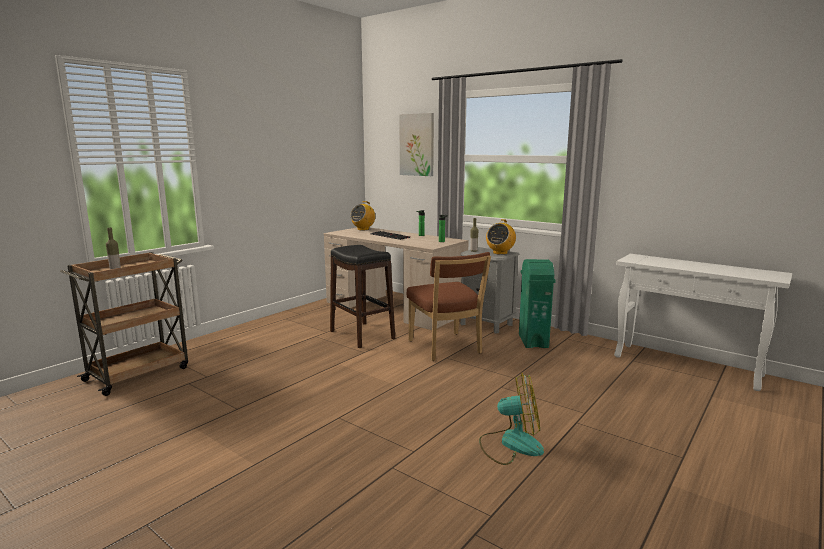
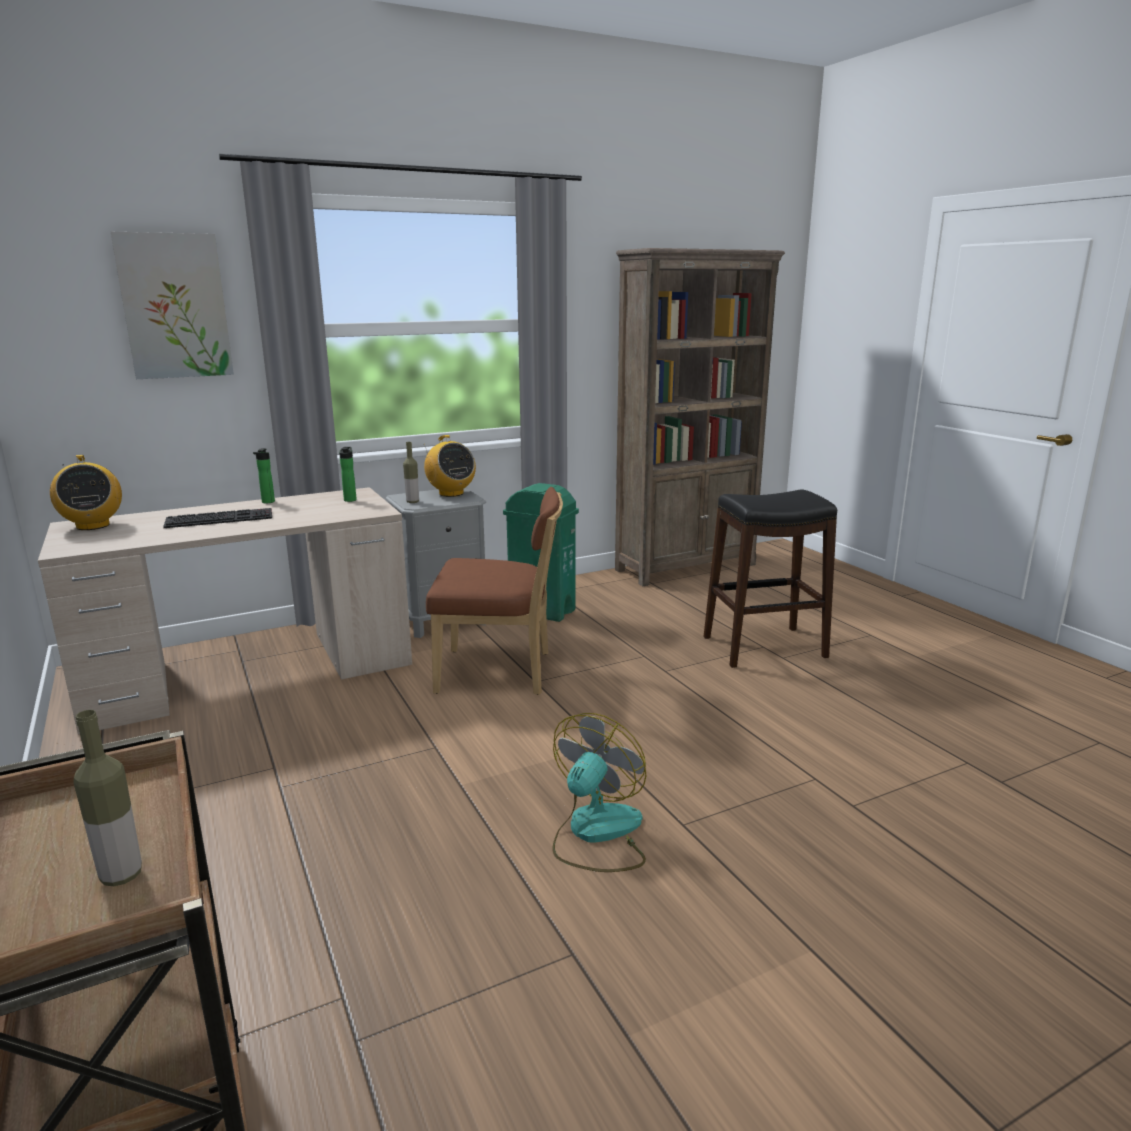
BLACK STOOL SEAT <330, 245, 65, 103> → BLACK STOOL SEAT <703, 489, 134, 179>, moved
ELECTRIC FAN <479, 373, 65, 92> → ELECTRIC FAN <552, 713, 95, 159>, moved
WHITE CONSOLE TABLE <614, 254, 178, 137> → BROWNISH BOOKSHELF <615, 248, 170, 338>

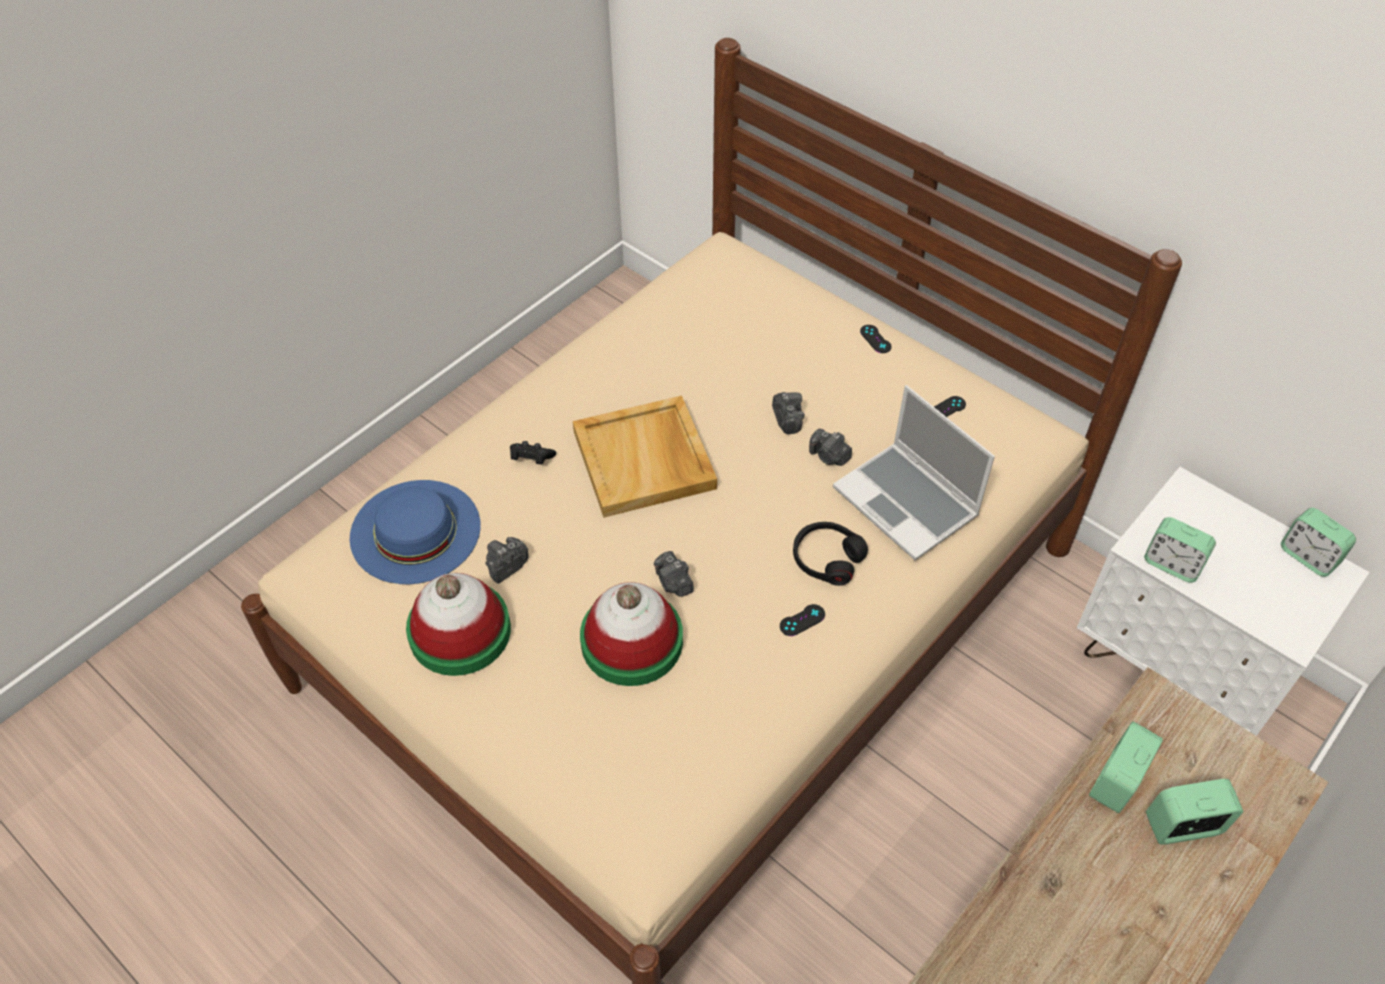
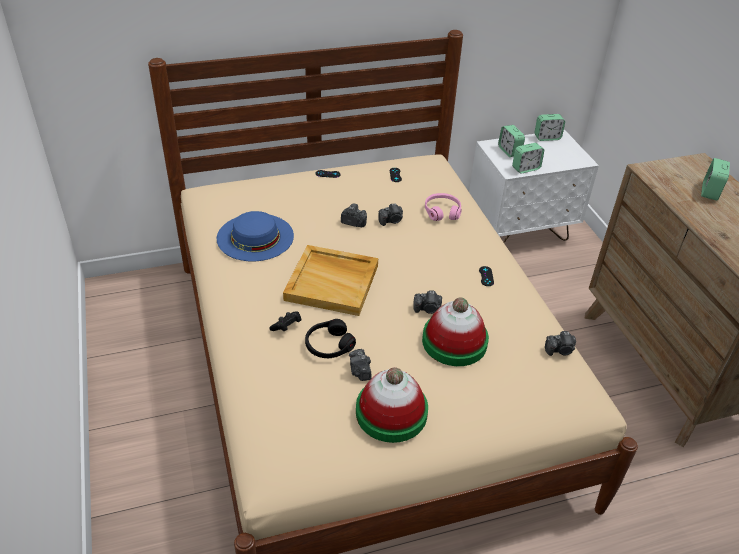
BLUE CLOTHING HAT <350, 480, 131, 105> → BLUE CLOTHING HAT <217, 211, 77, 50>, moved
BLACK PAIR OF HEADPHONES <793, 522, 75, 64> → BLACK PAIR OF HEADPHONES <305, 319, 51, 39>, moved
LAPTOP <833, 385, 162, 175> → PINK PAIR OF HEADPHONES <425, 193, 37, 28>
ALARM CLOCK <1089, 721, 74, 92> → ALARM CLOCK <498, 125, 27, 32>, moved
- → PHOTO CAMERA <545, 331, 31, 25>

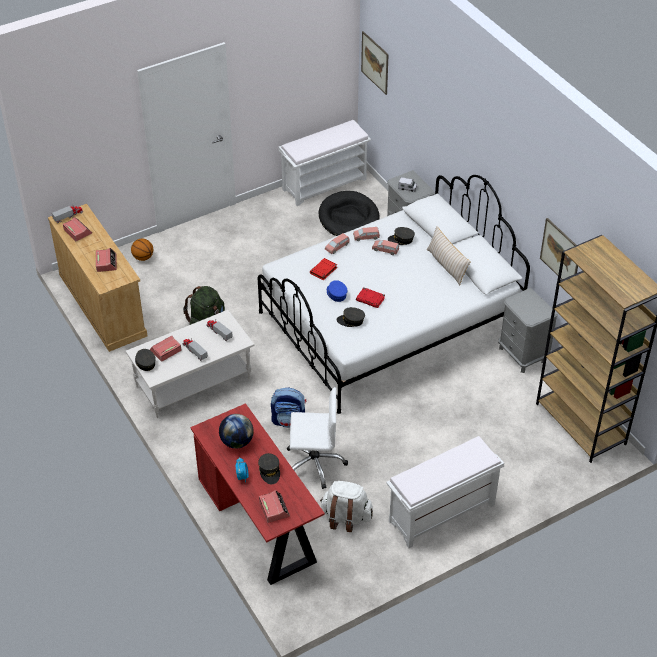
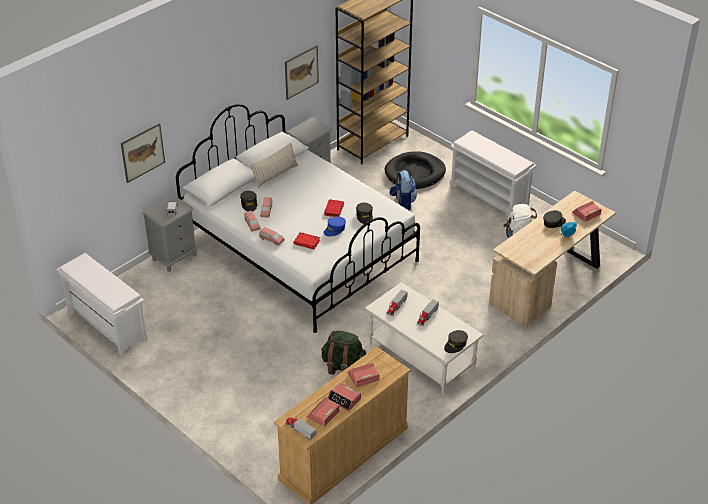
BASKETBALL <131, 239, 22, 22> → -
ALARM CLOCK <150, 336, 31, 26> → ALARM CLOCK <328, 382, 33, 29>, moved
RED DESK <190, 403, 135, 182> → BEIGE DESK <489, 190, 127, 137>
DESK GLOBE <219, 414, 35, 34> → -
KNAPSACK <271, 388, 35, 40> → KNAPSACK <389, 170, 28, 40>, moved
WHITE DESK CHAIR <287, 387, 61, 102> → -
BLACK DOG BED <319, 191, 61, 45> → BLACK DOG BED <385, 151, 61, 38>, moved
WALL ART <361, 31, 28, 64> → WALL ART <121, 123, 44, 60>, moved

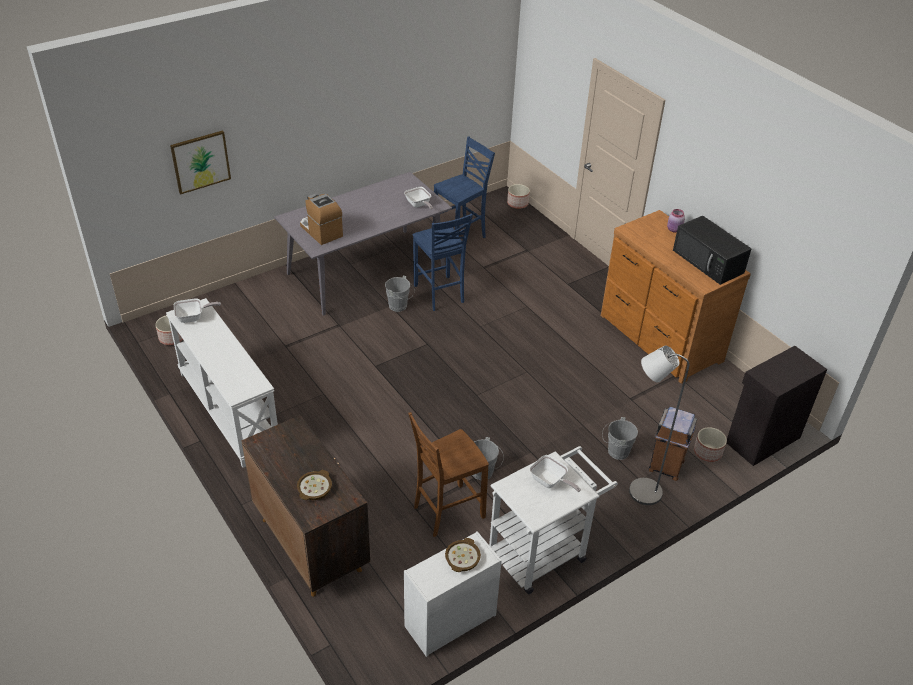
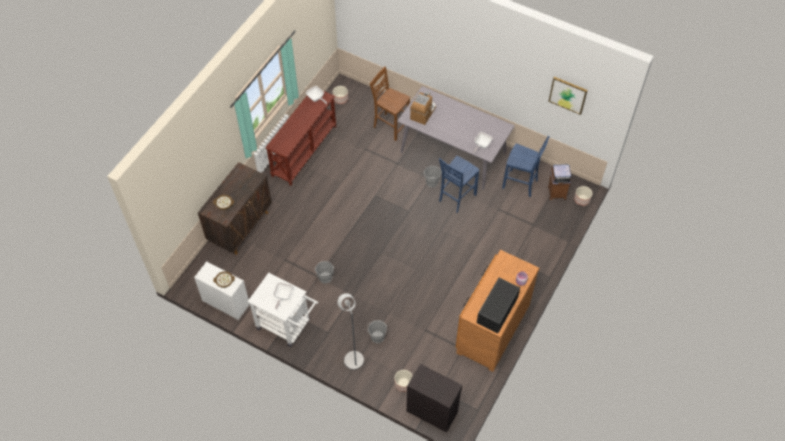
WHITE CONSOLE TABLE <166, 298, 112, 170> → BROWNISH CONSOLE TABLE <266, 90, 71, 96>
WALL ART <170, 130, 61, 64> → WALL ART <548, 77, 40, 38>, moved
BROWNISH UPRIGHT CHAIR <408, 412, 81, 125> → BROWNISH UPRIGHT CHAIR <370, 66, 40, 75>, moved
BROWNISH TRASH CAN <649, 407, 48, 74> → BROWNISH TRASH CAN <548, 164, 23, 36>, moved

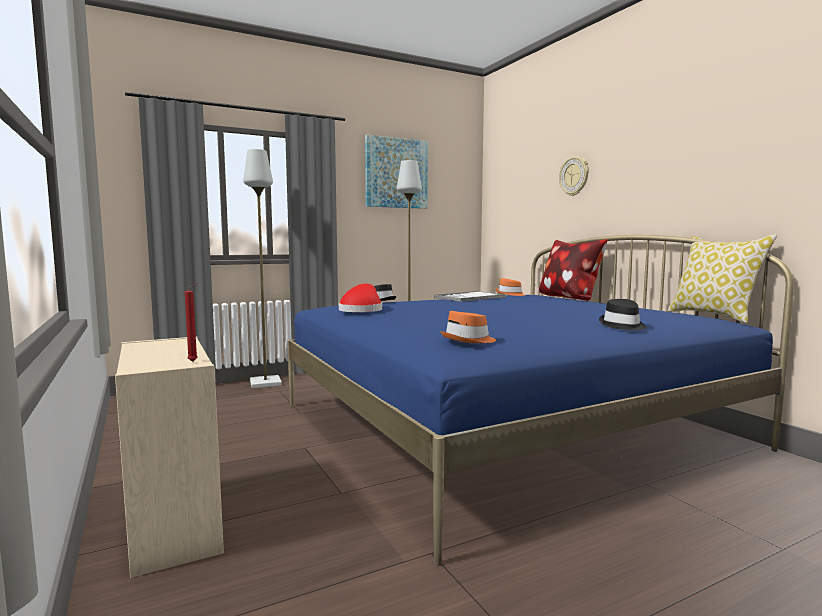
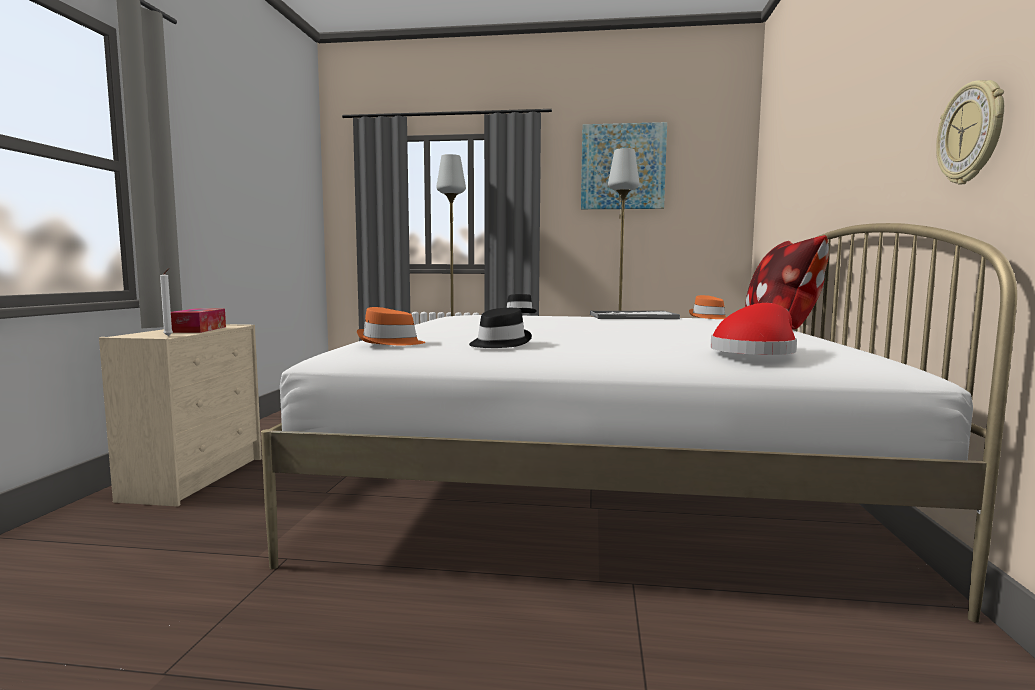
RED WAX CANDLE <185, 283, 13, 79> → WHITE WAX CANDLE <160, 268, 13, 68>
BLUE BED <287, 235, 507, 331> → WHITE BED <261, 223, 756, 399>
RED CLOTHING HAT <339, 284, 43, 28> → RED CLOTHING HAT <711, 303, 86, 52>, moved
HANGING CLOCK <559, 156, 30, 40> → HANGING CLOCK <936, 80, 68, 104>, moved
BLACK CLOTHING HAT <599, 299, 48, 31> → BLACK CLOTHING HAT <469, 308, 63, 40>, moved
THROW PILLOW <667, 234, 110, 89> → -
- → TISSUE BOX <171, 309, 55, 24>

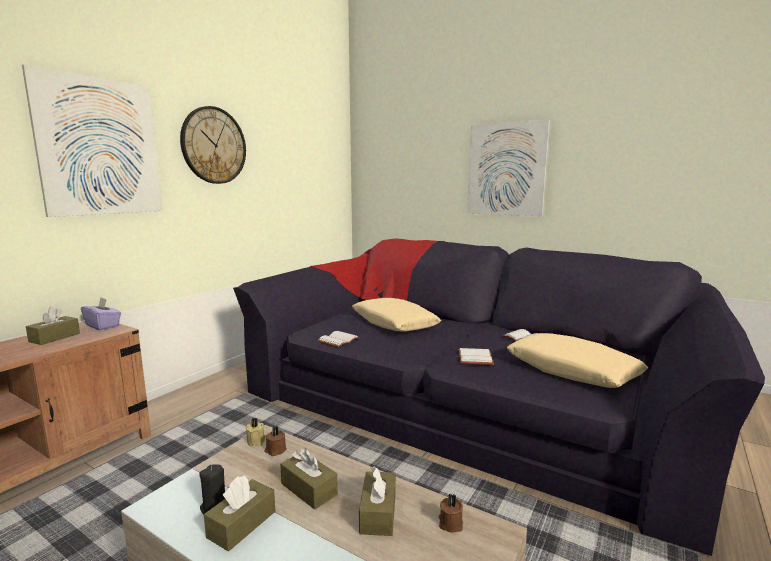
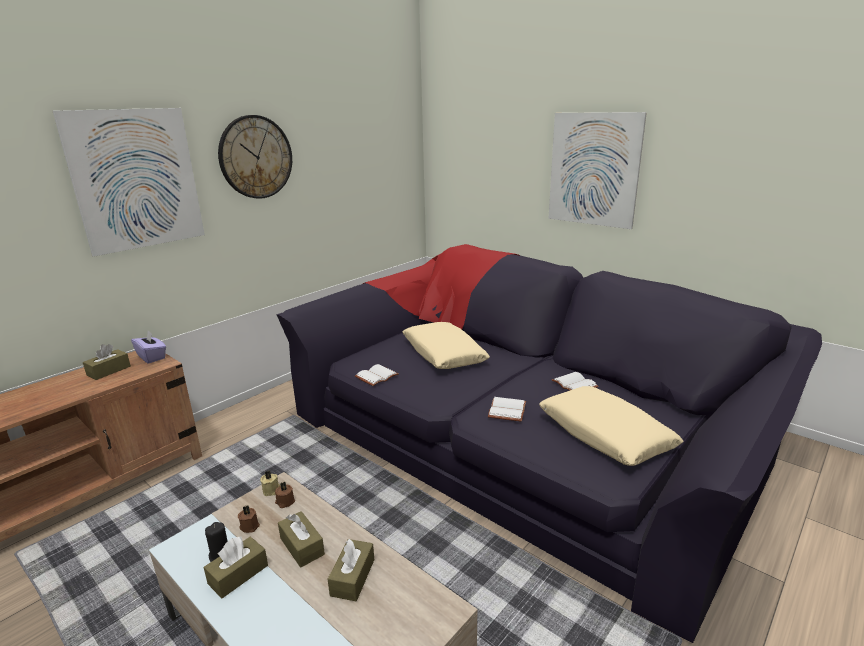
BROWNISH WAX CANDLE <439, 494, 24, 38> → BROWNISH WAX CANDLE <238, 505, 22, 28>, moved

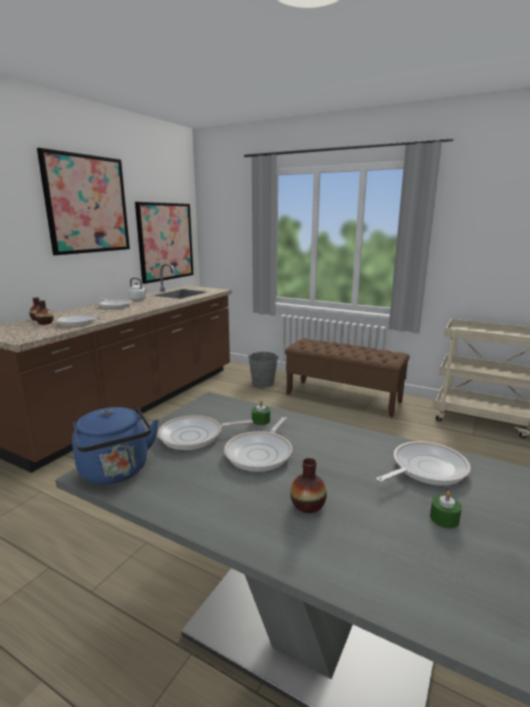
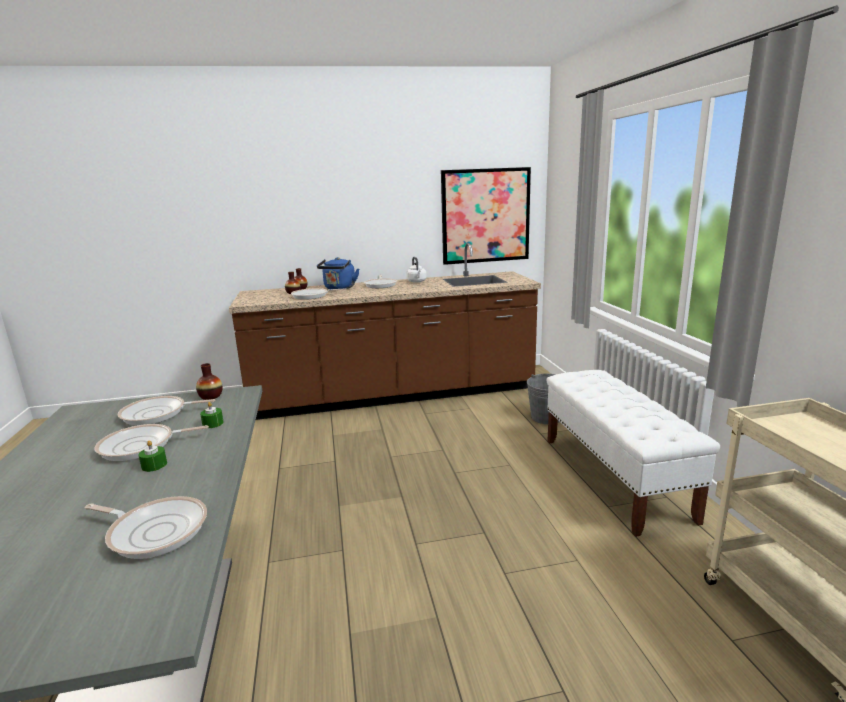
WALL ART <37, 148, 93, 107> → -
BLUE KETTLE <72, 407, 87, 77> → BLUE KETTLE <317, 257, 42, 32>, moved
PAN <157, 415, 96, 35> → PAN <118, 396, 97, 29>, 45 degrees counterclockwise
BROWNISH INDOOR BENCH <285, 339, 125, 79> → WHITE INDOOR BENCH <547, 370, 173, 167>
VASE <290, 458, 37, 55> → VASE <196, 363, 27, 37>, moved
GREEN-COLOURED WAX CANDLE <430, 491, 32, 37> → GREEN-COLOURED WAX CANDLE <138, 440, 29, 32>, moved

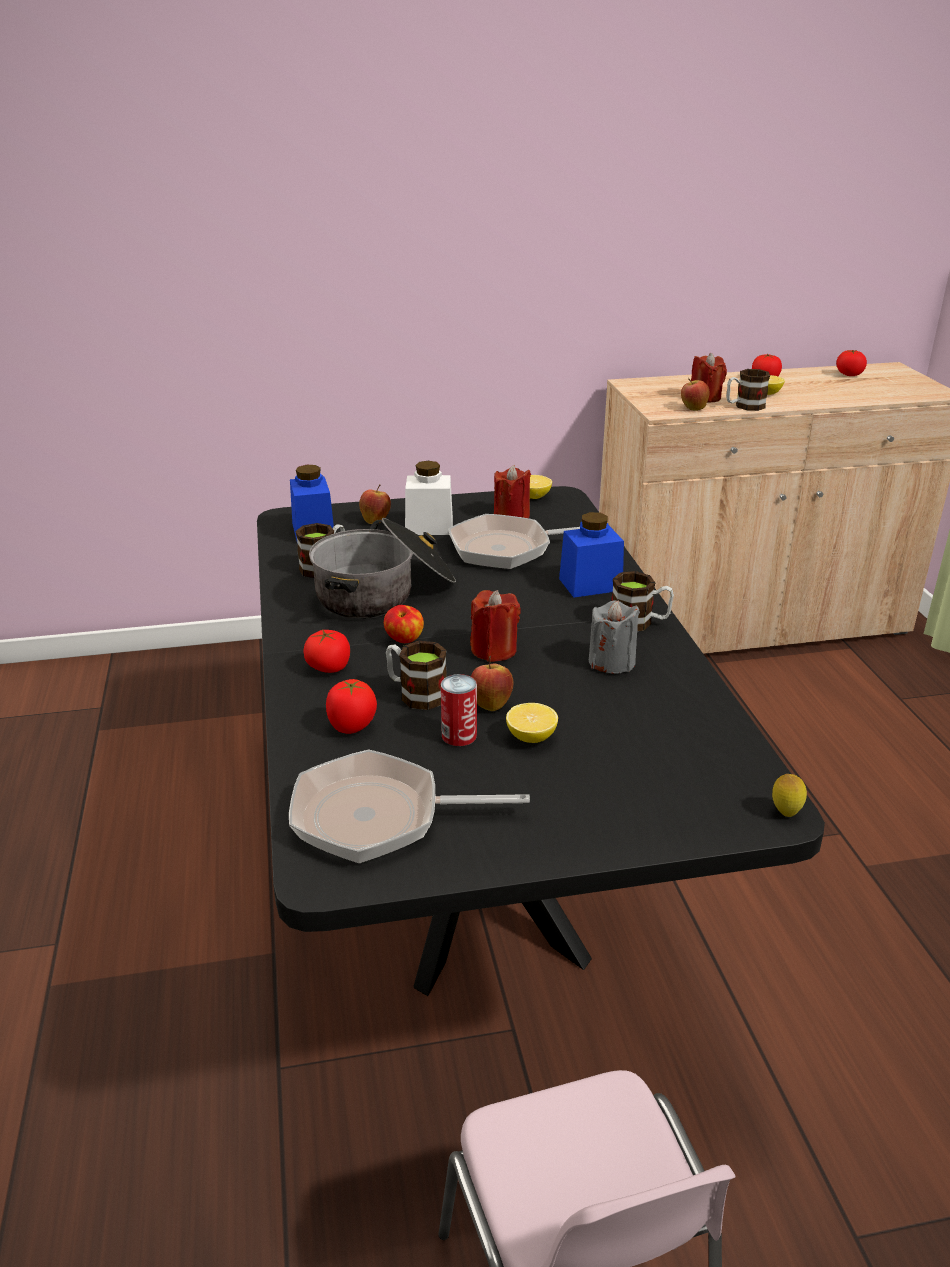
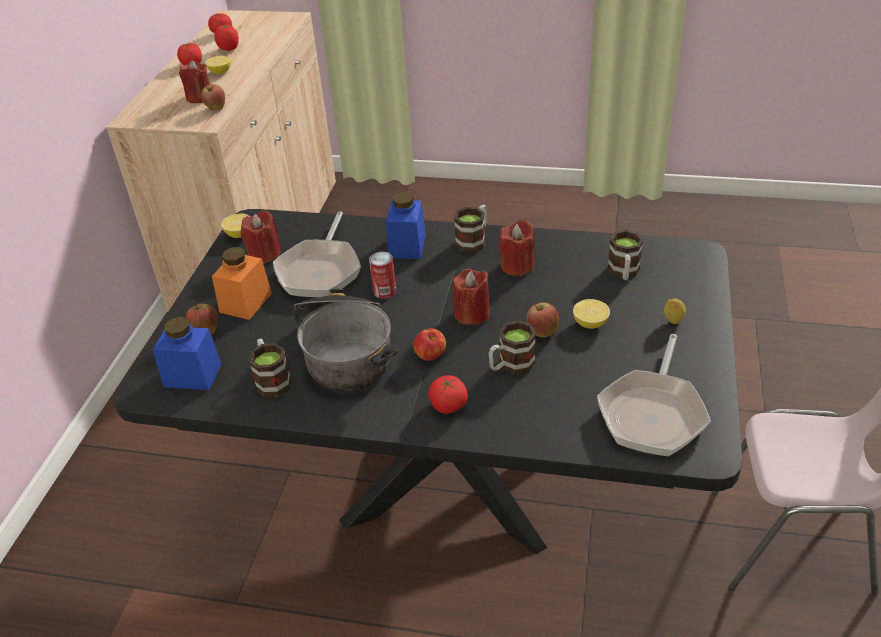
WHOLE TOMATO <326, 679, 51, 55> → WHOLE TOMATO <214, 24, 25, 27>, moved
WHITE PRESERVE JAR <405, 461, 48, 74> → ORANGEY PRESERVE JAR <212, 247, 60, 73>
CAN <441, 674, 36, 72> → CAN <369, 251, 27, 48>, moved
GREYISH WAX CANDLE <589, 600, 51, 73> → RED WAX CANDLE <498, 220, 37, 56>
COFFEE MUG <726, 369, 44, 42> → COFFEE MUG <607, 230, 37, 50>, moved
WHOLE LEMON <772, 774, 35, 43> → WHOLE LEMON <664, 299, 22, 25>, moved

